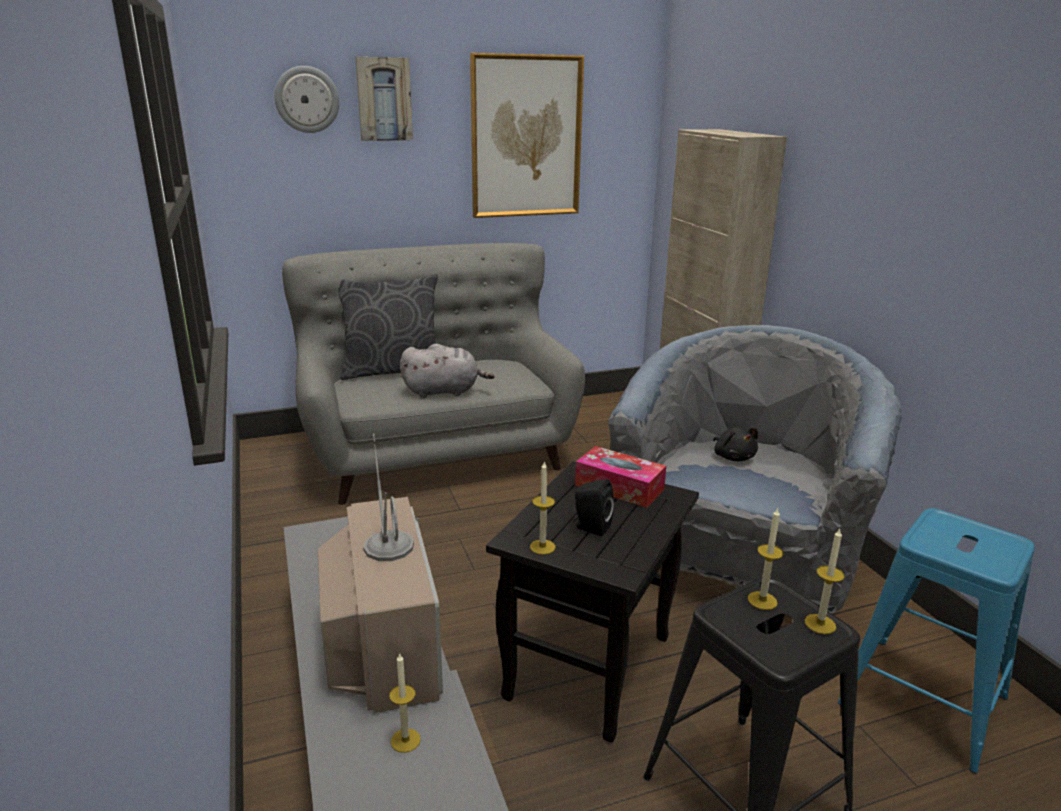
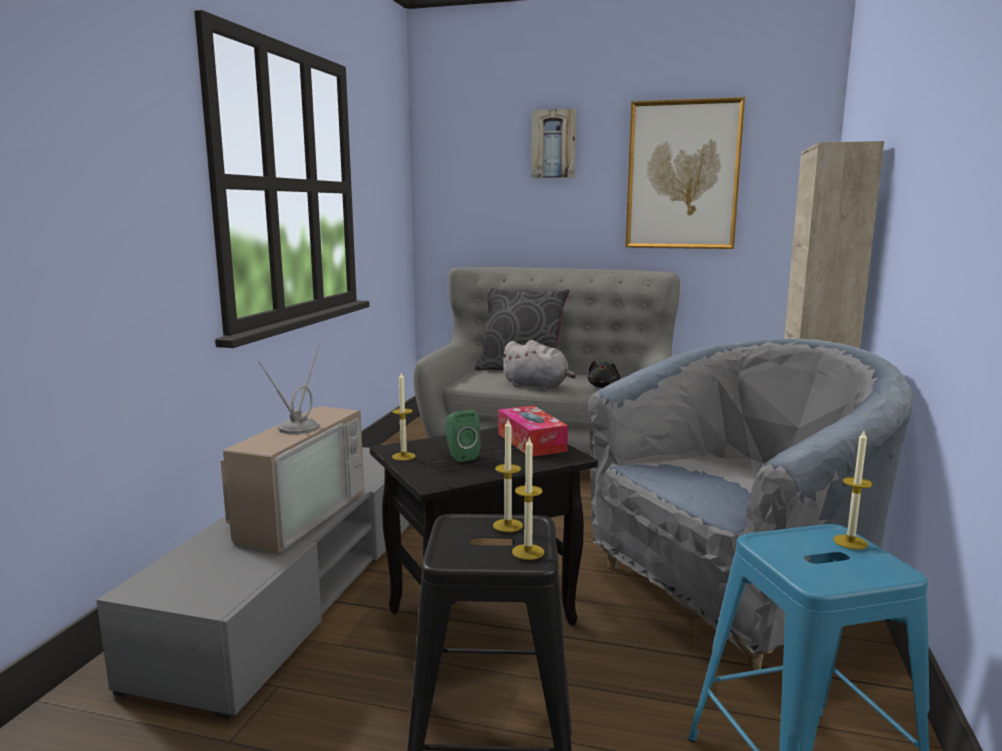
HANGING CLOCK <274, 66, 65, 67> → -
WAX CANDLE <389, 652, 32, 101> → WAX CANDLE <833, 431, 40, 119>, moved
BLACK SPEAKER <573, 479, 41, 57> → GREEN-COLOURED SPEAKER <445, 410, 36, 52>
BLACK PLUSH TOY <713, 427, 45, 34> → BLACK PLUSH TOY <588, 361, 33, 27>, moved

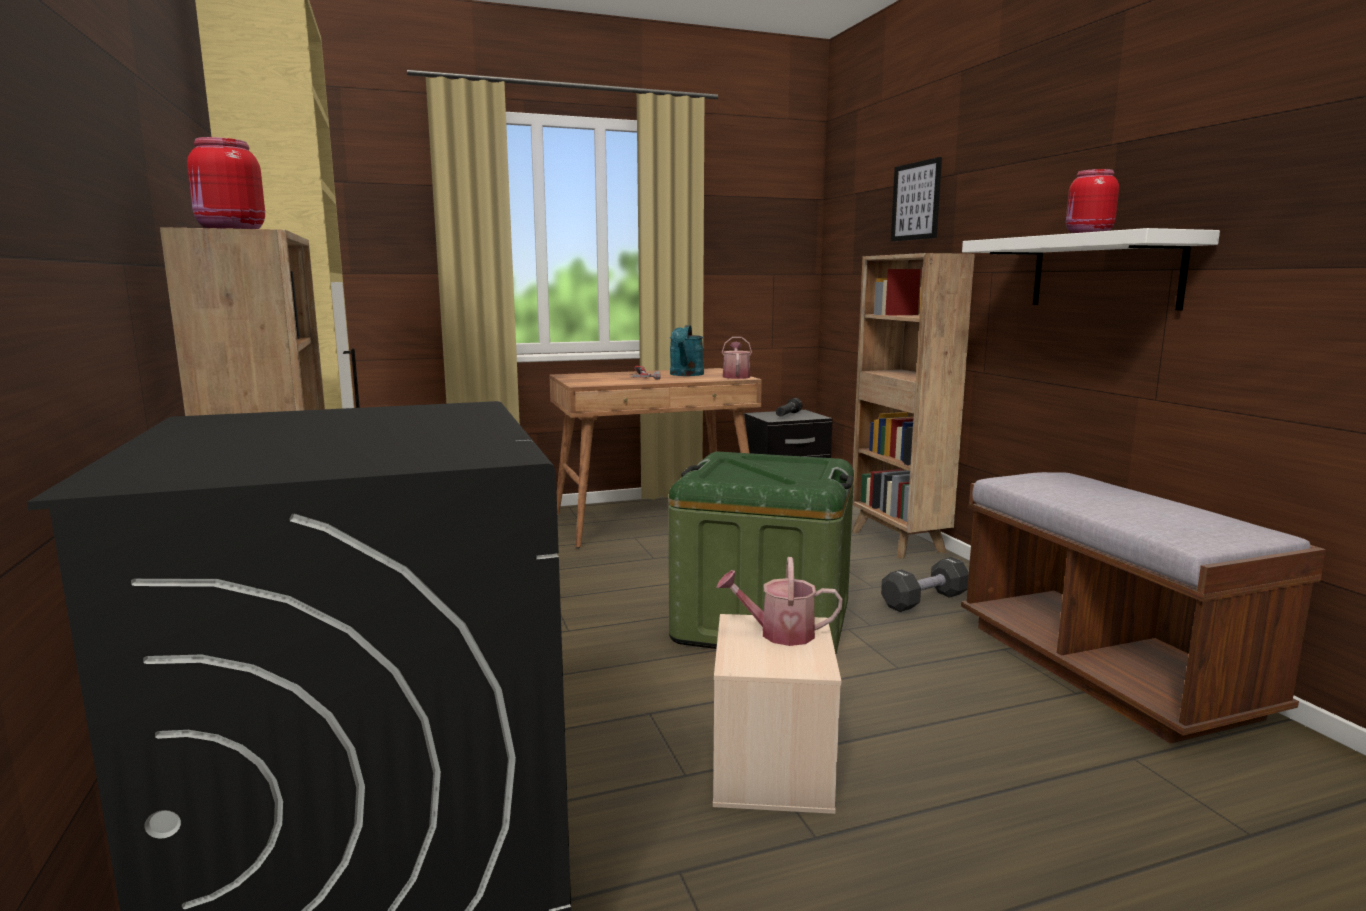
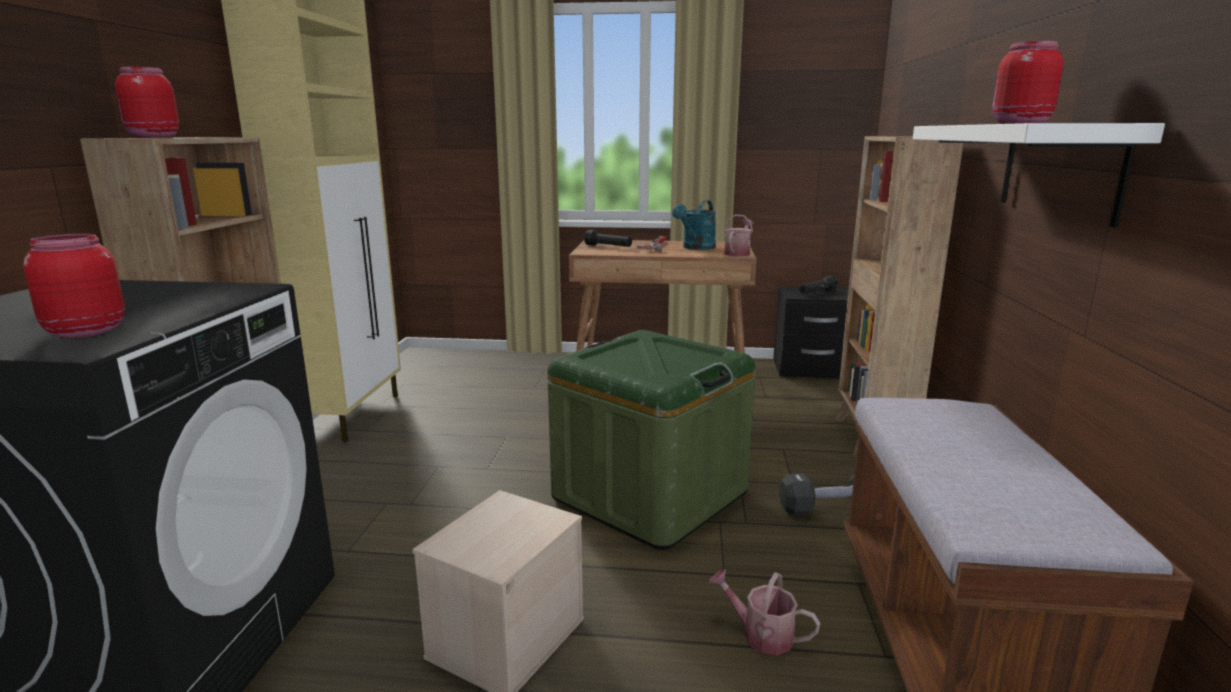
WATERING CAN <716, 557, 127, 89> → WATERING CAN <709, 569, 111, 86>, moved
WALL ART <891, 157, 51, 84> → -
- → RED PRESERVE JAR <23, 233, 102, 105>
- → BLACK FLASHLIGHT <584, 230, 48, 17>

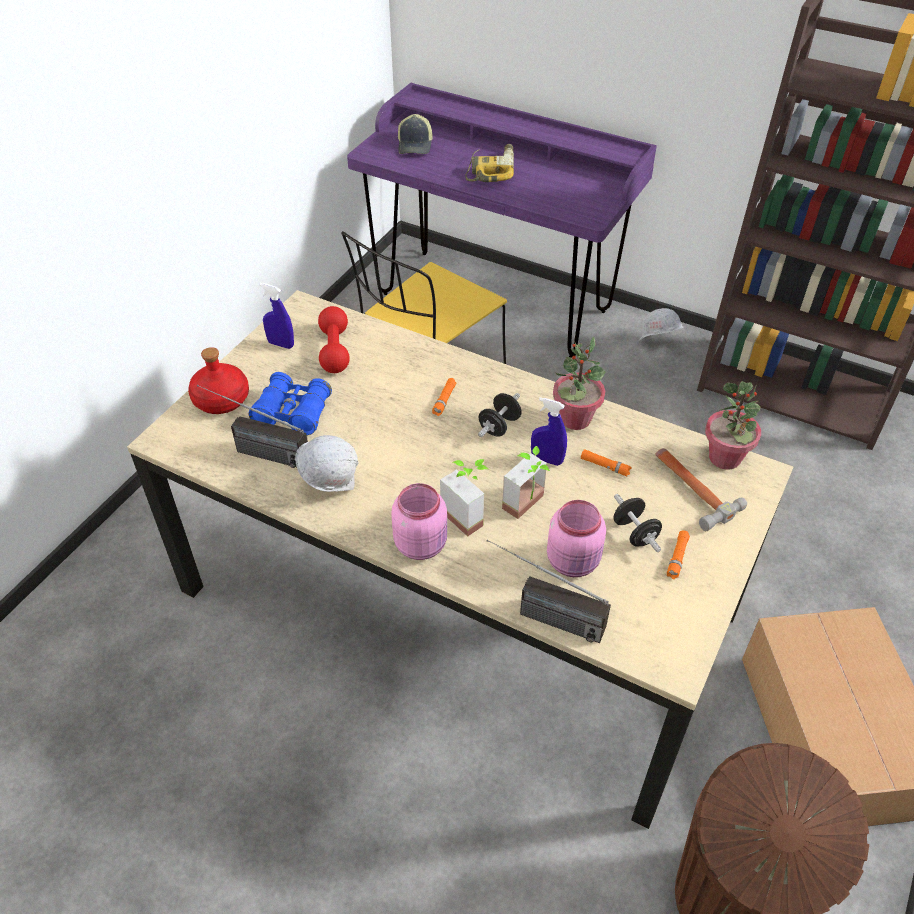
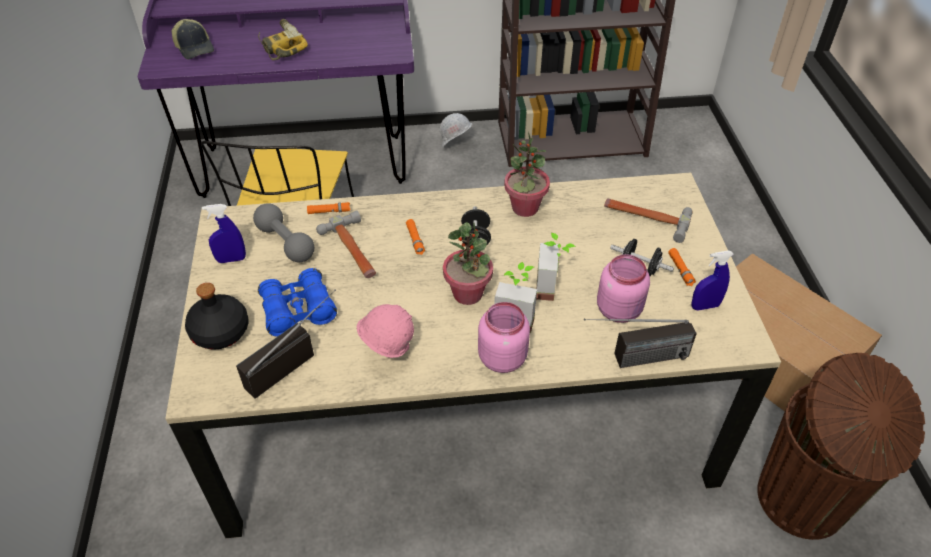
RED BOTTLE <188, 347, 61, 67> → BLACK BOTTLE <185, 283, 64, 67>
RADIO <197, 385, 111, 83> → RADIO <236, 290, 100, 109>, 150 degrees clockwise
WHITE SAFETY HELMET <295, 435, 64, 57> → PINK SAFETY HELMET <357, 304, 57, 54>
RED HAND WEIGHT <318, 306, 32, 67> → GREYISH HAND WEIGHT <253, 203, 61, 59>
BLUE SPRAYER <531, 397, 36, 69> → BLUE SPRAYER <691, 250, 43, 61>, moved
ORANGEY FLASHLIGHT <581, 449, 51, 28> → ORANGEY FLASHLIGHT <307, 202, 44, 12>, moved
POTTED PLANT <705, 381, 56, 89> → POTTED PLANT <443, 222, 50, 83>, moved
- → TOOL HAMMER <316, 210, 60, 68>

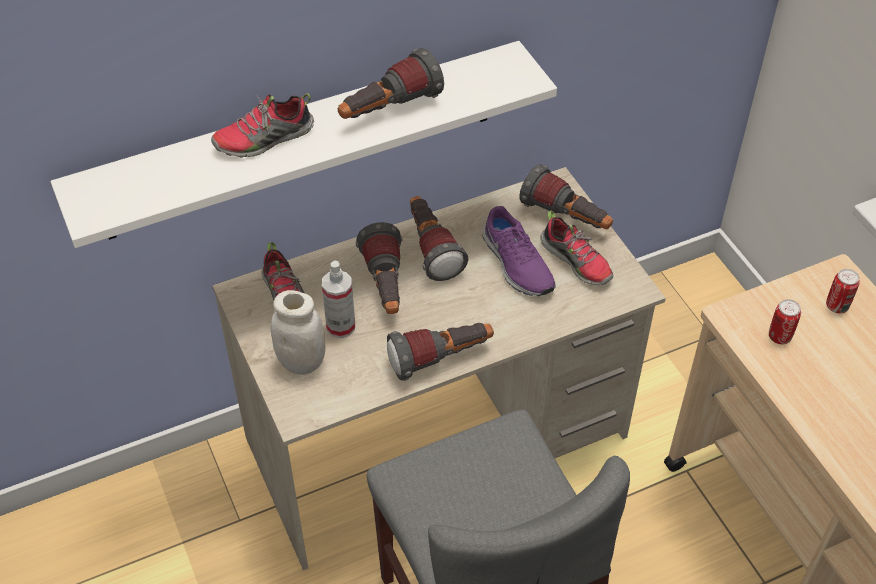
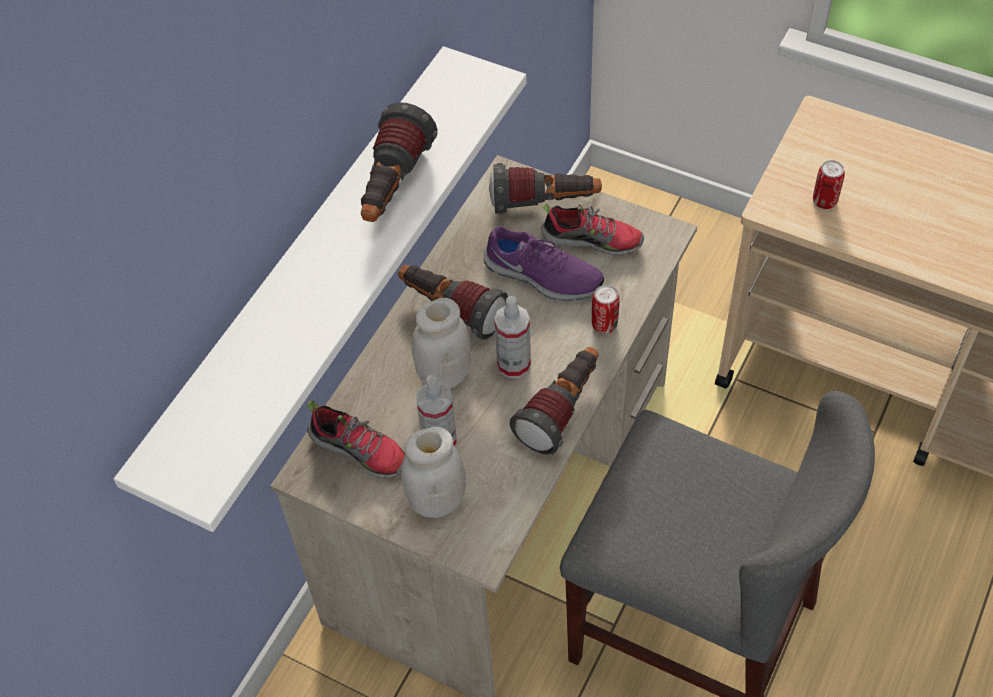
SHOE <211, 93, 103, 65> → -
FLASHLIGHT <356, 222, 47, 92> → WHITE PRESERVE JAR <412, 298, 60, 91>
CAN <826, 269, 34, 44> → CAN <592, 285, 28, 49>, moved
- → SPRAYER <494, 296, 37, 82>

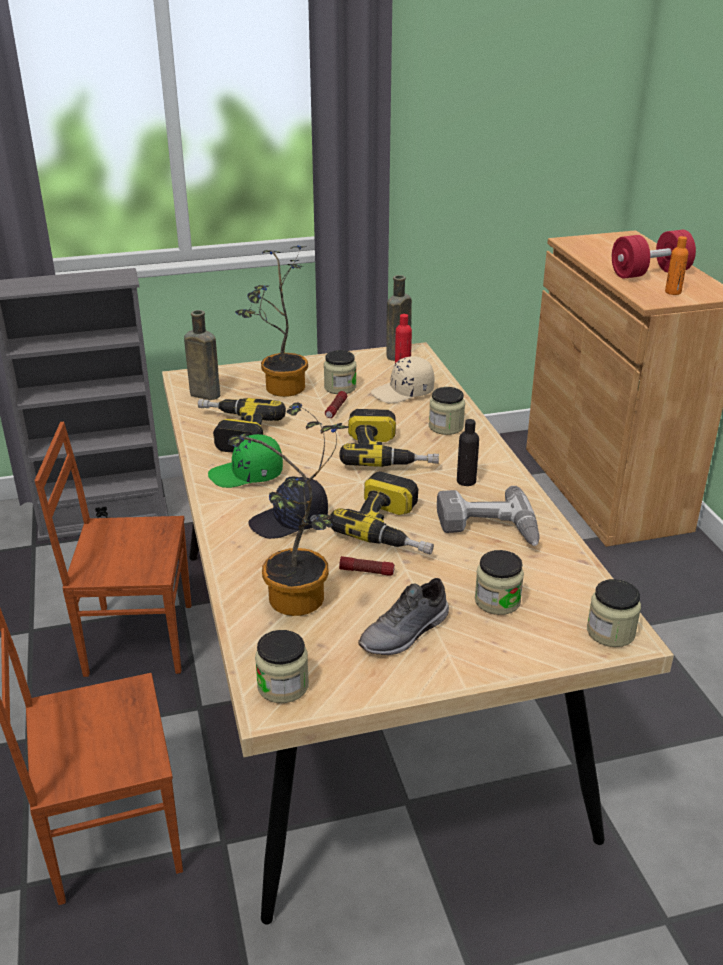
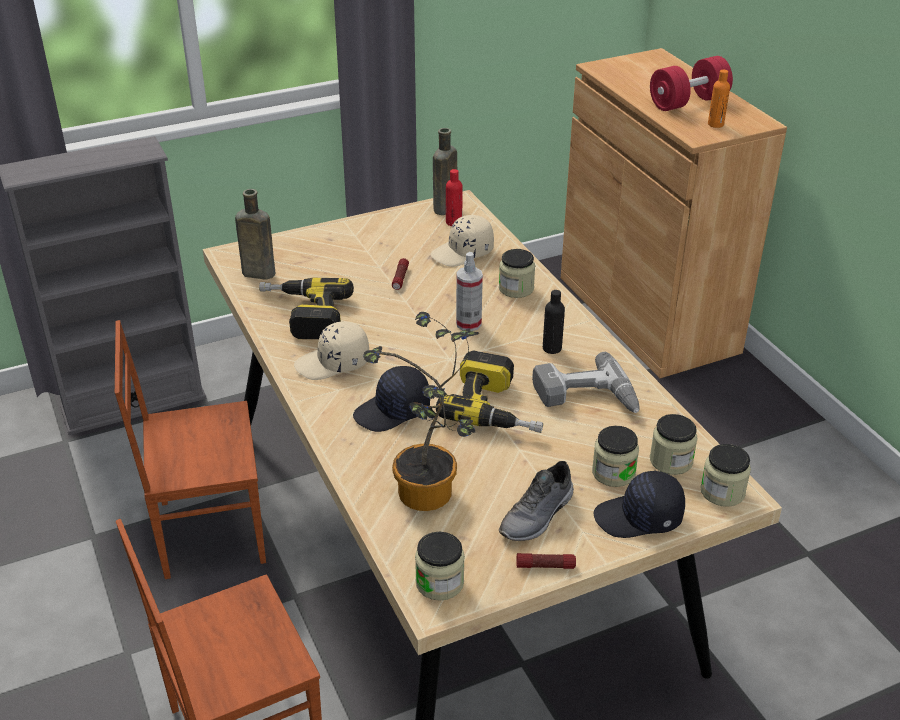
GREEN-COLOURED CAP <208, 434, 75, 54> → BEIGE CAP <294, 321, 75, 59>
POTTED PLANT <235, 245, 73, 152> → -
PRESERVE JAR <324, 350, 33, 44> → PRESERVE JAR <650, 414, 47, 61>, moved
POWER DRILL <339, 409, 100, 58> → SPRAYER <456, 252, 27, 79>
FLASHLIGHT <339, 556, 56, 20> → FLASHLIGHT <516, 553, 60, 16>, moved
- → BLACK CAP <594, 471, 91, 67>

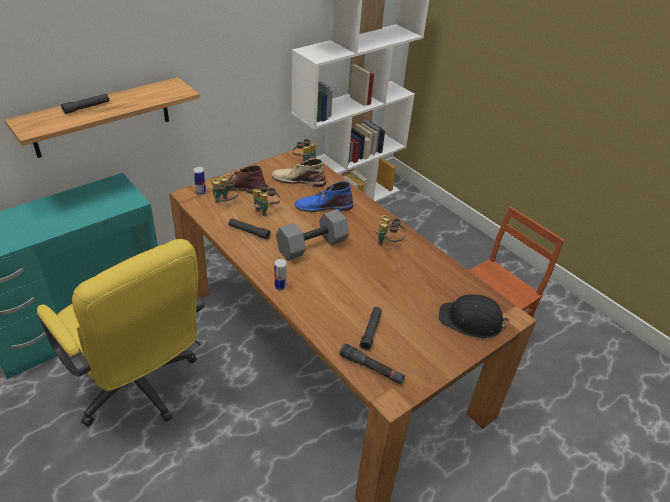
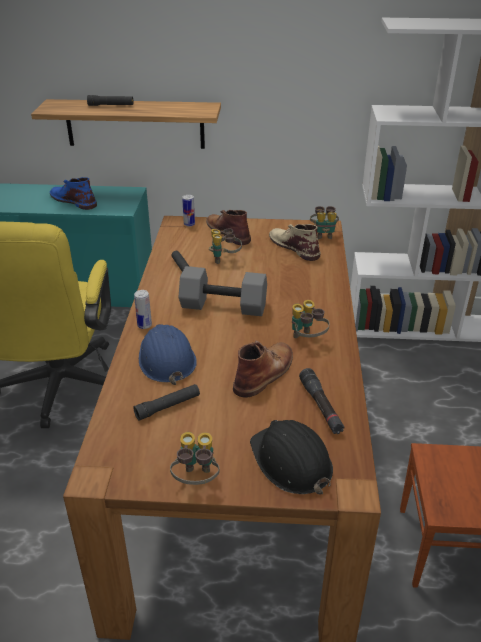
PAIR OF BINOCULARS <212, 175, 27, 28> → PAIR OF BINOCULARS <170, 432, 49, 53>, moved
BLUE HIGH-TOP BOOT <295, 181, 58, 31> → BLUE HIGH-TOP BOOT <50, 177, 47, 33>, moved
BLACK FLASHLIGHT <339, 343, 66, 42> → BLACK FLASHLIGHT <299, 368, 45, 66>, moved
- → BLUE SAFETY HELMET <139, 324, 58, 61>
- → BROWNISH HIGH-TOP BOOT <233, 340, 60, 58>

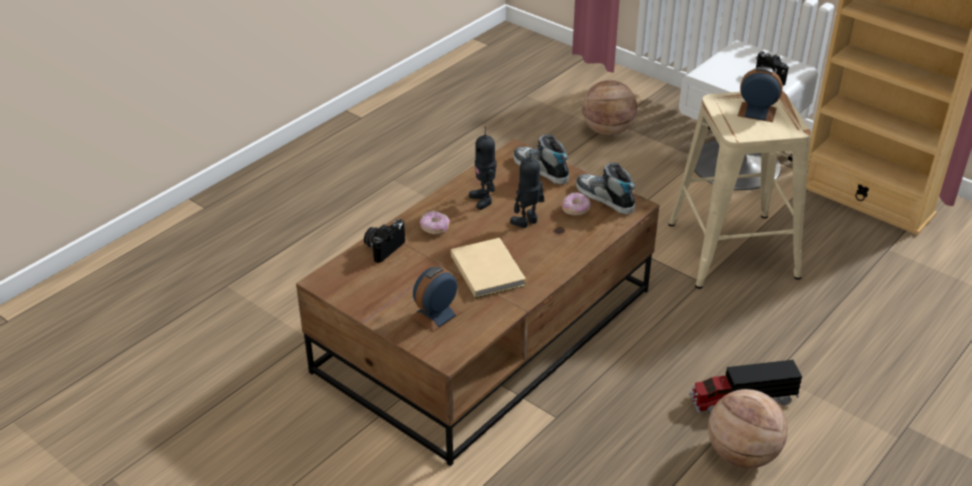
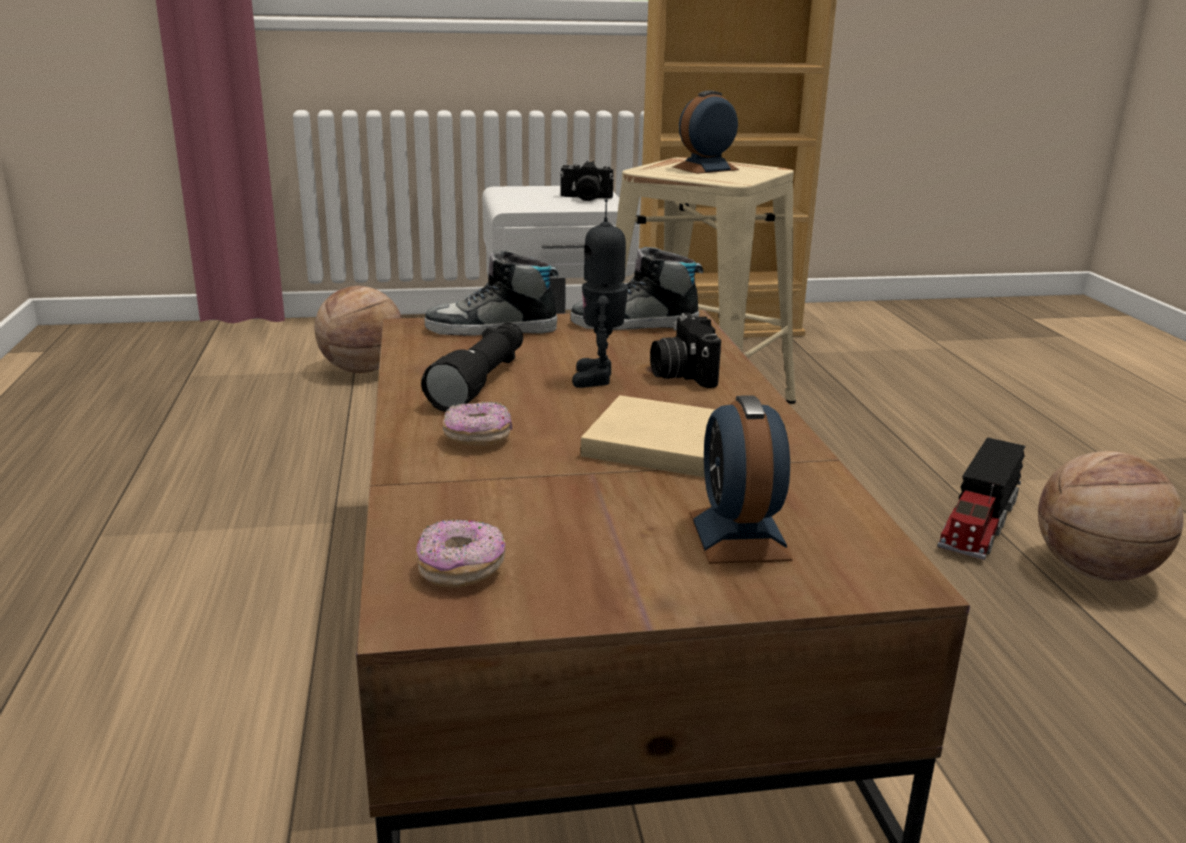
PHOTO CAMERA <364, 219, 41, 44> → PHOTO CAMERA <650, 313, 71, 75>, moved
MODEL ROBOT <469, 127, 28, 83> → BLACK FLASHLIGHT <421, 323, 102, 89>
RING DOUGHNUT <562, 192, 29, 24> → RING DOUGHNUT <416, 519, 90, 69>, moved

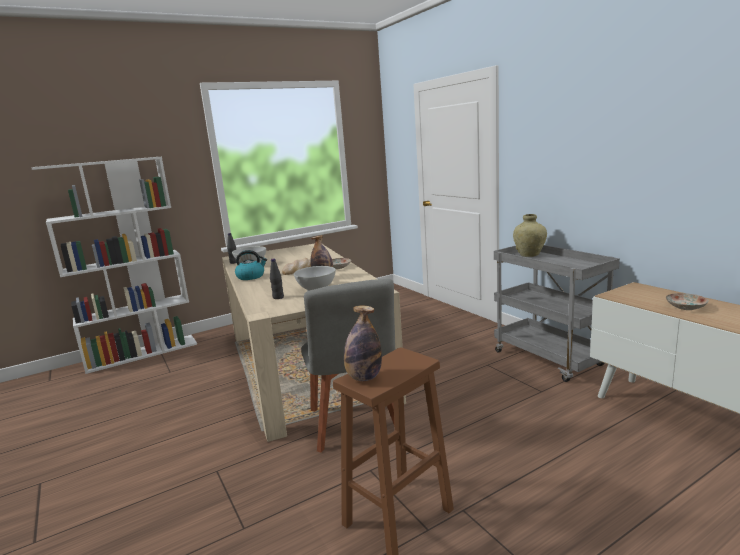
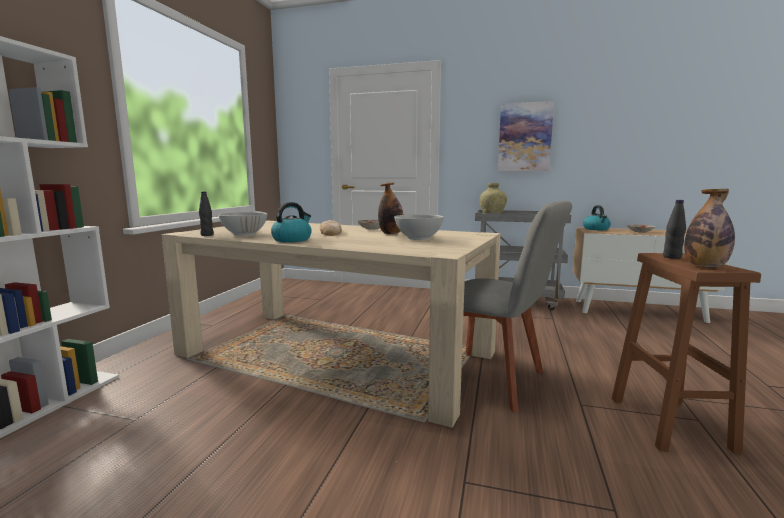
BLACK BOTTLE <270, 258, 14, 41> → BLACK BOTTLE <663, 200, 23, 59>, moved
- → WALL ART <498, 101, 56, 70>
- → KETTLE <583, 205, 28, 25>

